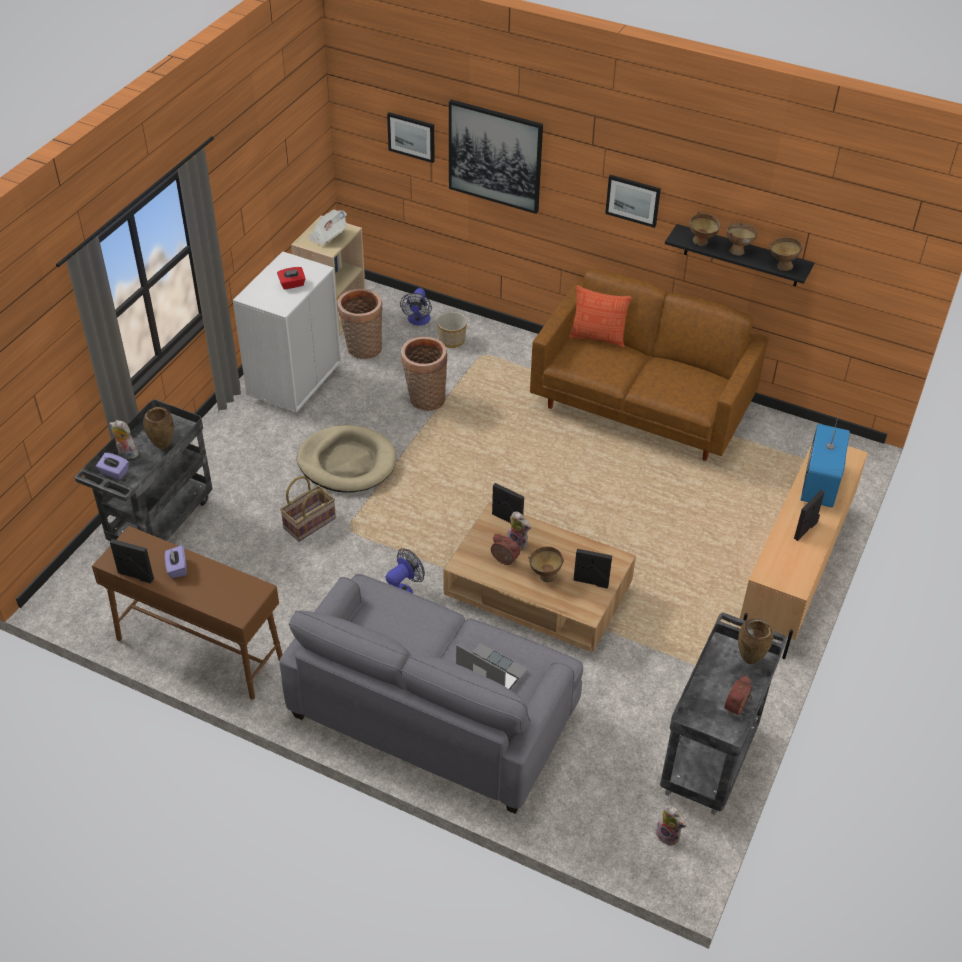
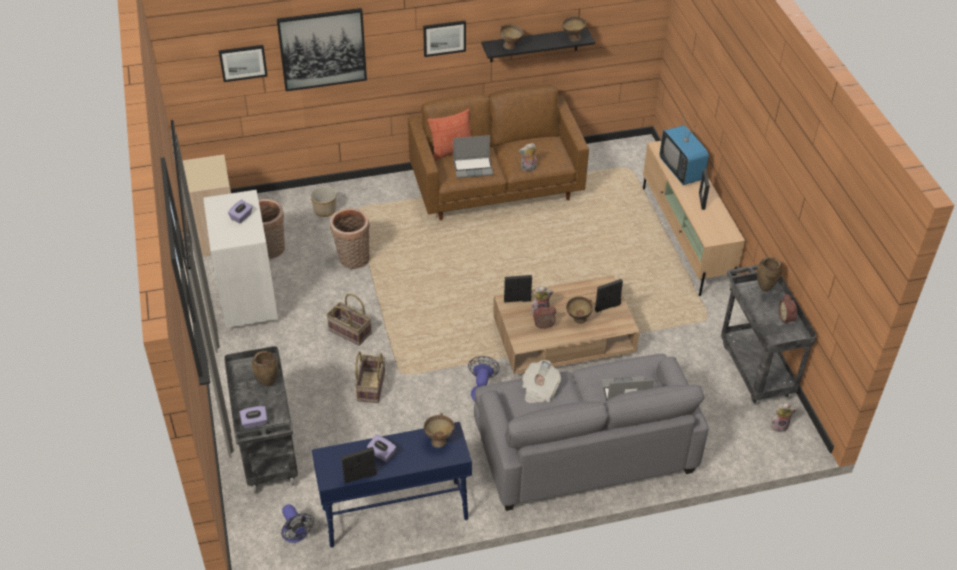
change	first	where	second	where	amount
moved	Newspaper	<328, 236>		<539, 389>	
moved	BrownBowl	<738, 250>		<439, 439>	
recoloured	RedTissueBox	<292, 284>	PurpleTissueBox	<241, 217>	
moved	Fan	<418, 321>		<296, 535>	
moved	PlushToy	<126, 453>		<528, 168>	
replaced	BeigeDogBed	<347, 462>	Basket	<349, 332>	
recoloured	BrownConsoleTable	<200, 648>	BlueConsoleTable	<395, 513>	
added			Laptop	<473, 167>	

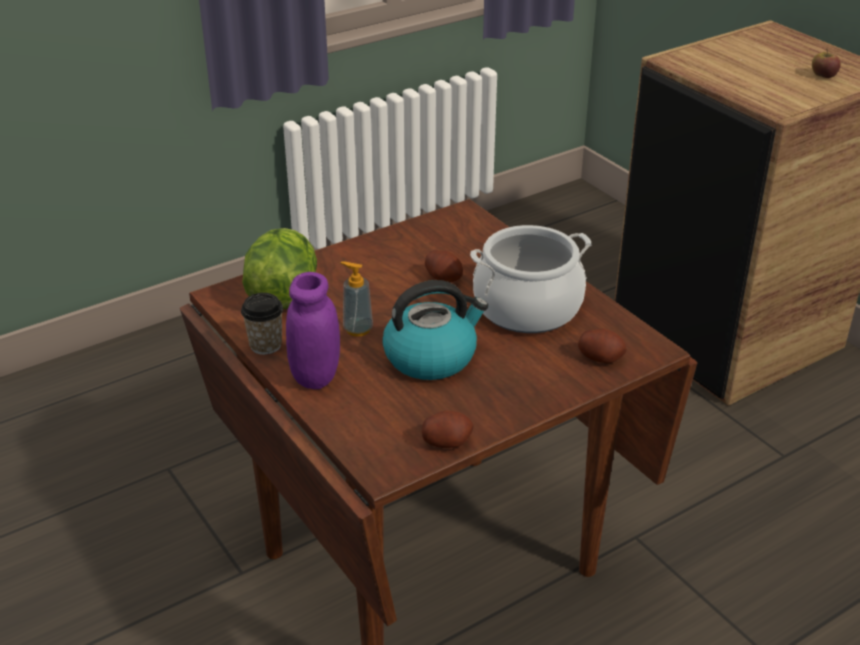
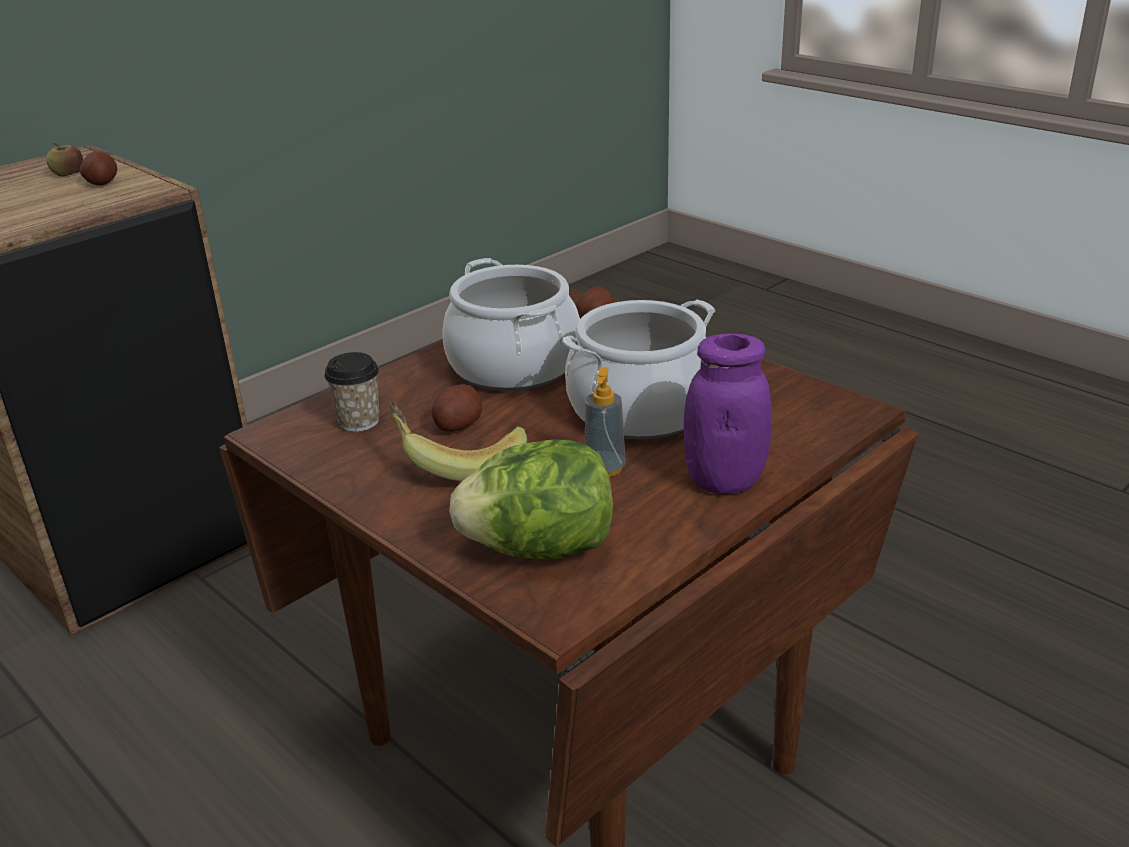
change	first	where	second	where	amount
replaced	Kettle	<431, 357>	CookingPot	<641, 410>	
moved	Cup	<265, 345>		<359, 421>	
moved	Potato	<447, 442>		<102, 183>	
added			Banana	<458, 461>	

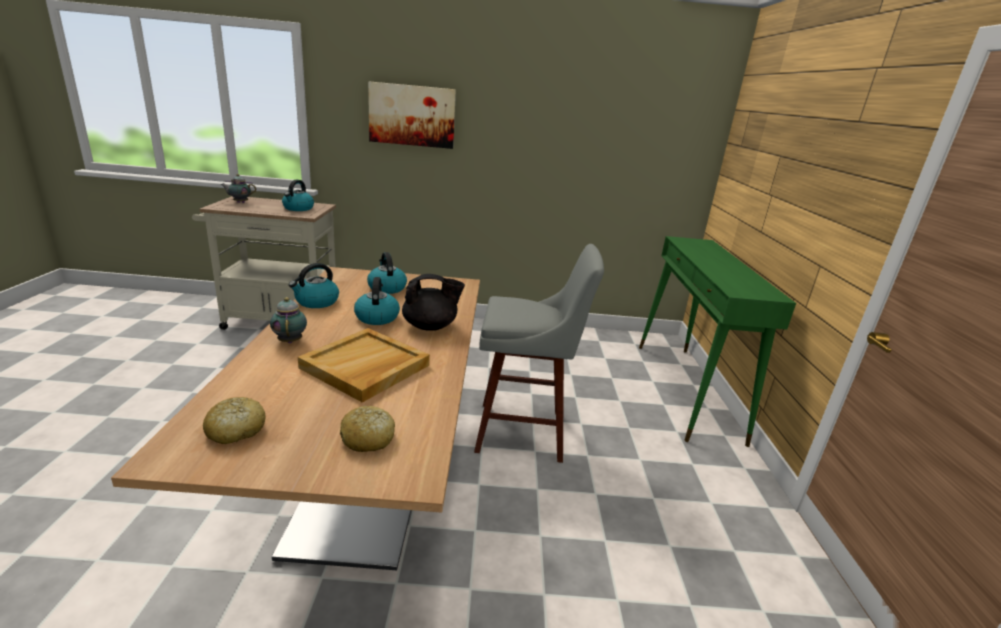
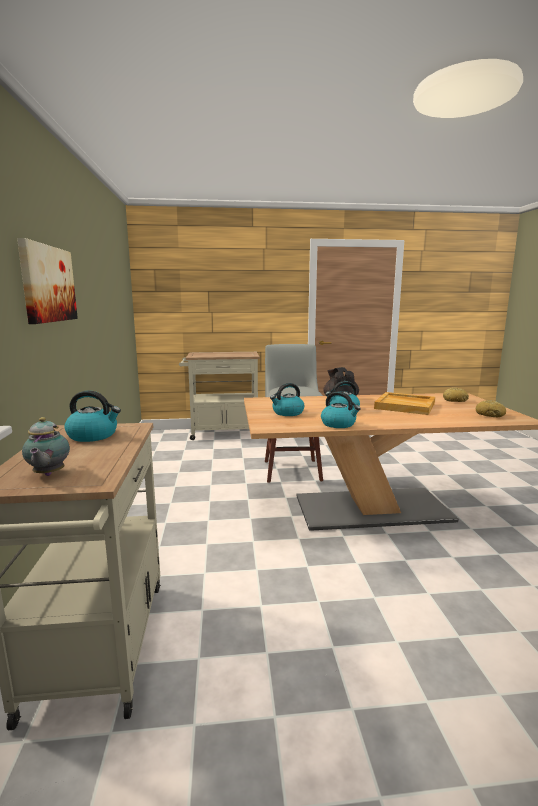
change	first	where	second	where	amount
replaced	GreenConsoleTable	<686, 390>	BeigeCart	<221, 433>	
removed	Teapot	<290, 340>			

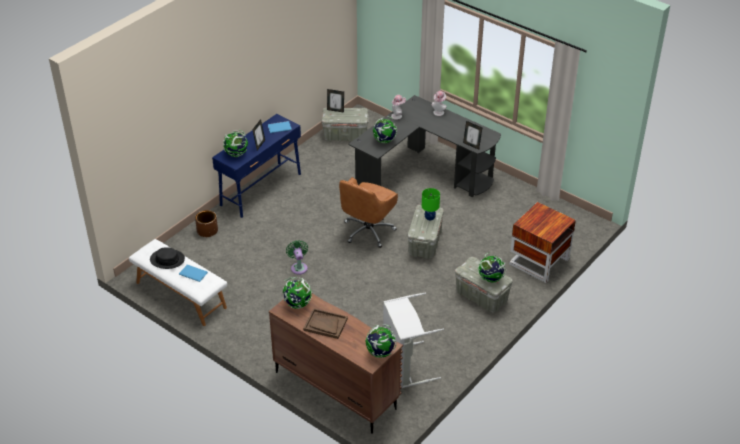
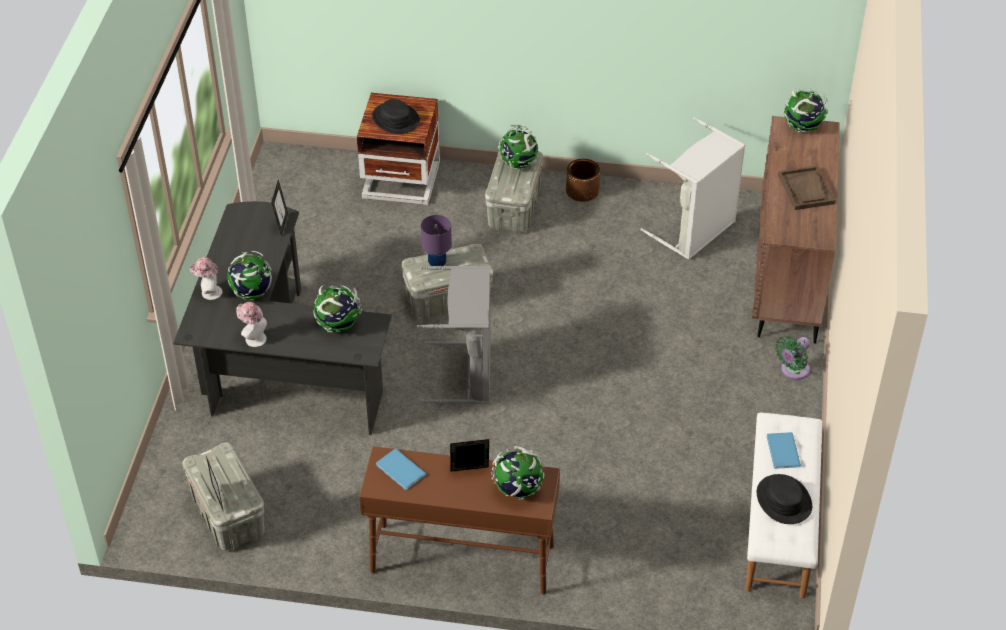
change	first	where	second	where	amount
recoloured	BlueConsoleTable	<261, 190>	BrownConsoleTable	<462, 558>	
replaced	BrownOfficeChair	<368, 231>	GreyLaundryBasket	<467, 373>	
recoloured	GreenTableLamp	<430, 217>	PurpleTableLamp	<436, 263>	
moved	BrownPlanter	<207, 230>		<582, 191>	
moved	GreenFan	<299, 267>		<793, 371>	
moved	Globe	<297, 304>		<251, 293>	
added			BlackHat	<395, 119>	

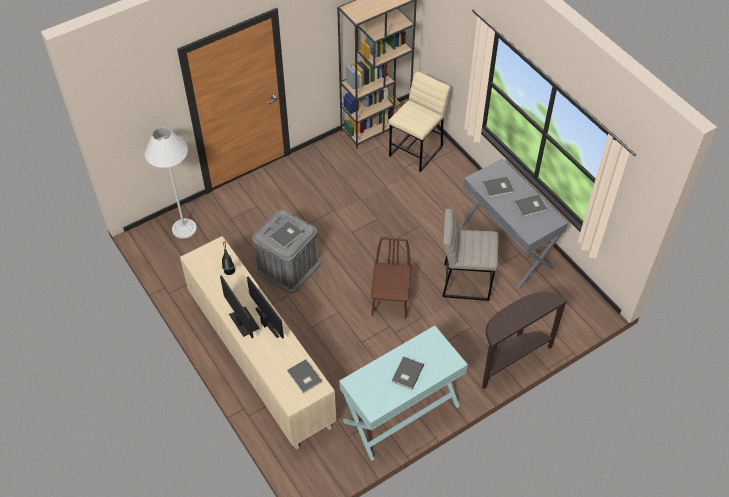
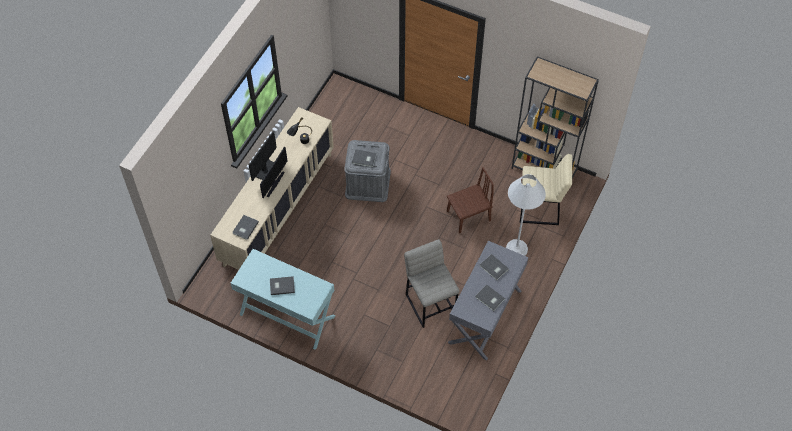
change	first	where	second	where	amount
moved	WhiteFloorLamp	<184, 228>		<516, 249>	
moved	BrownChair	<390, 299>		<468, 216>	
removed	BrownConsoleTable	<511, 359>			

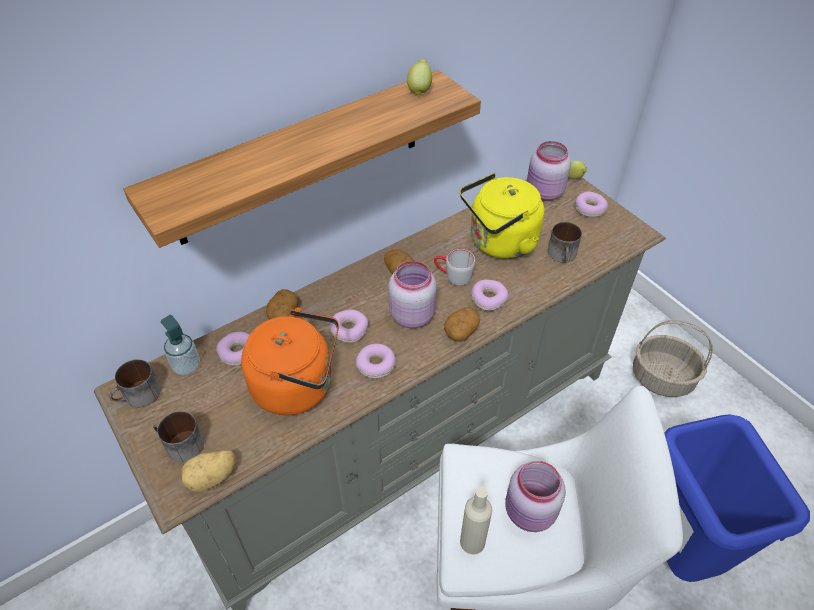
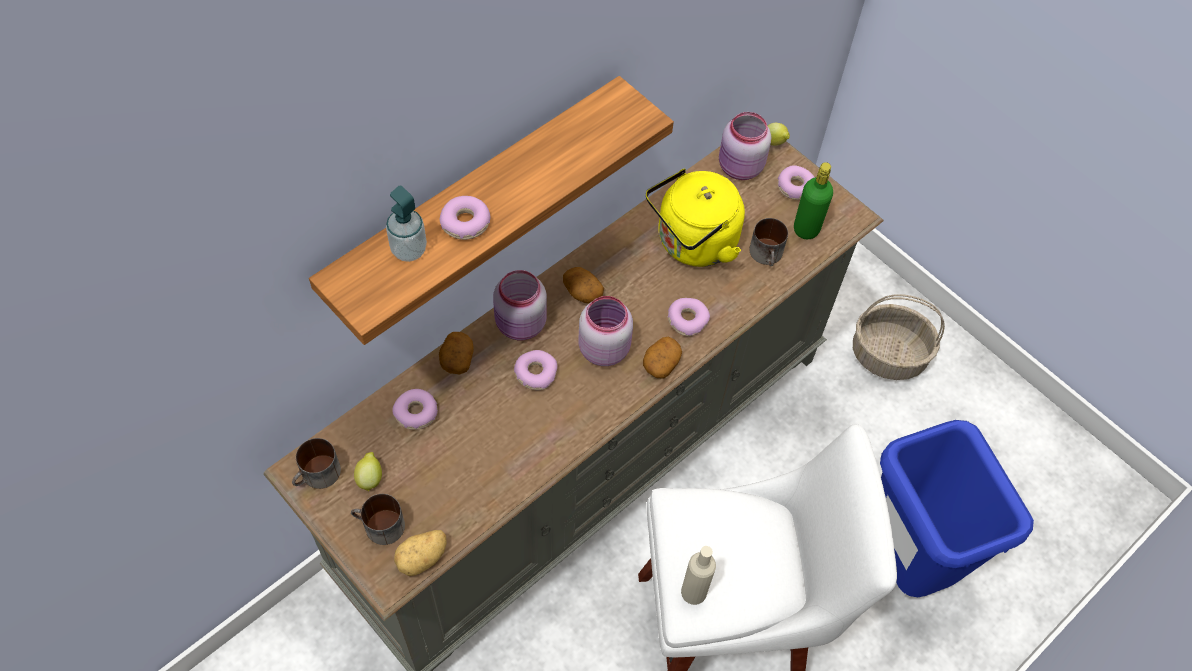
change	first	where	second	where	amount
moved	Lemon	<419, 89>		<370, 478>	
removed	GreyMug	<453, 276>			
removed	OrangeKettle	<298, 386>			
moved	SoapDispenser	<187, 366>		<409, 250>	
moved	Donut	<376, 365>		<465, 223>	
moved	PinkJar	<529, 513>		<520, 325>	
added			GreenBottle	<806, 229>	

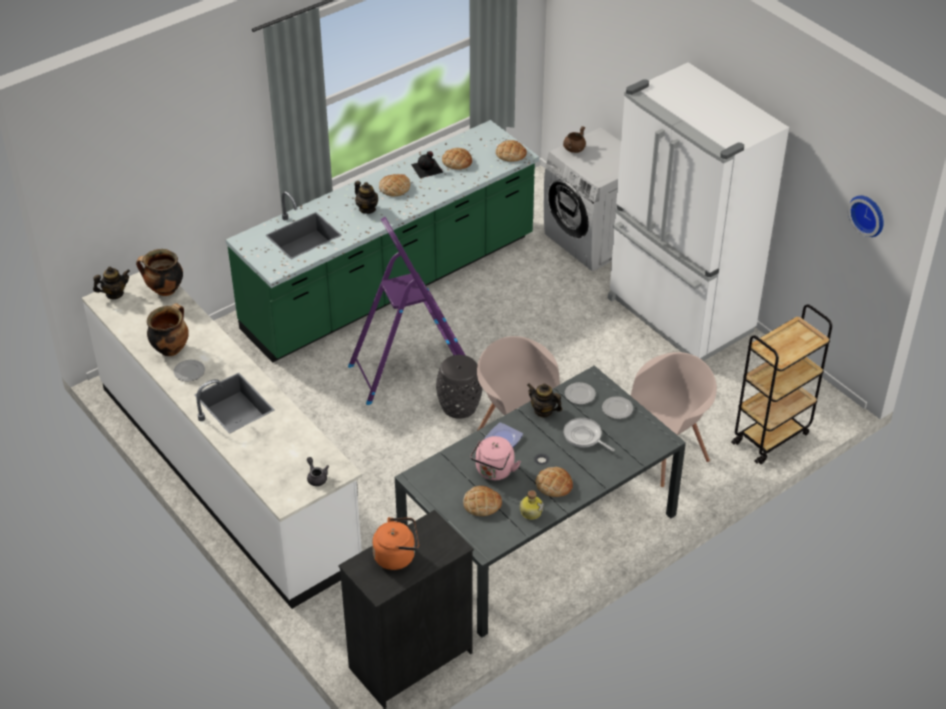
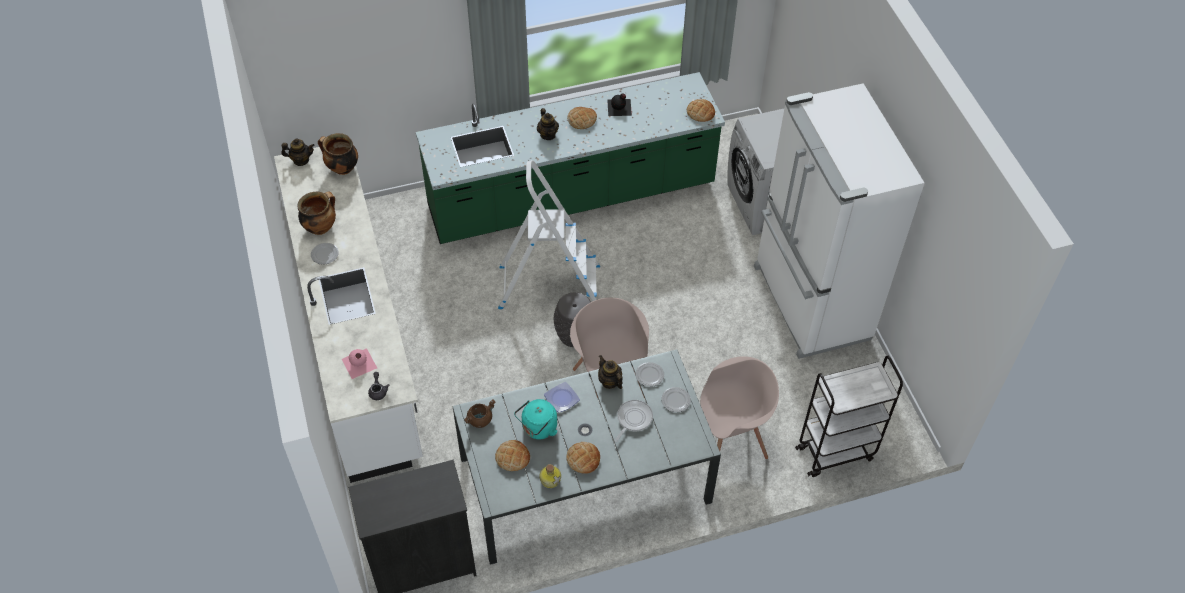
change	first	where	second	where	amount
moved	BrownCookingPot	<574, 149>		<480, 419>	
removed	Bread	<457, 161>			
removed	WallClock	<868, 214>			
recoloured	PurpleStepLadder	<411, 370>	WhiteStepLadder	<550, 287>	
recoloured	BrownCart	<771, 440>	WhiteCart	<835, 455>	
turned	FryingPan	<584, 436>		<633, 419>	60 degrees clockwise
recoloured	PinkKettle	<494, 471>	TurquoiseKettle	<538, 429>	
removed	OrangeKettle	<397, 556>			
added			PinkBottle	<359, 364>	

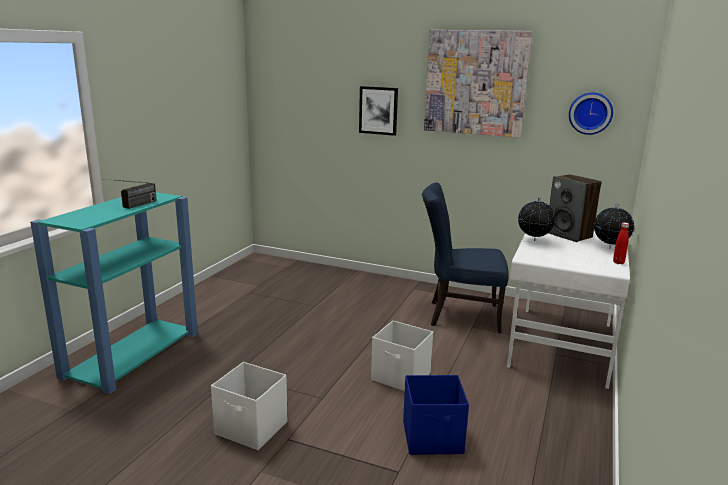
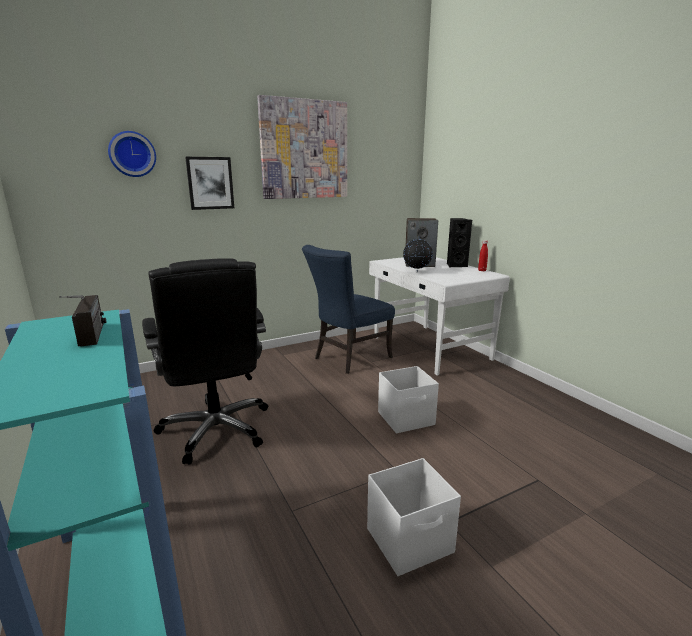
change	first	where	second	where	amount
moved	WallClock	<590, 113>		<132, 154>	
replaced	Globe	<610, 248>	BlackSpeaker	<456, 265>	
removed	BlueStorageBox	<433, 438>			
added			BlackOfficeChair	<216, 429>	

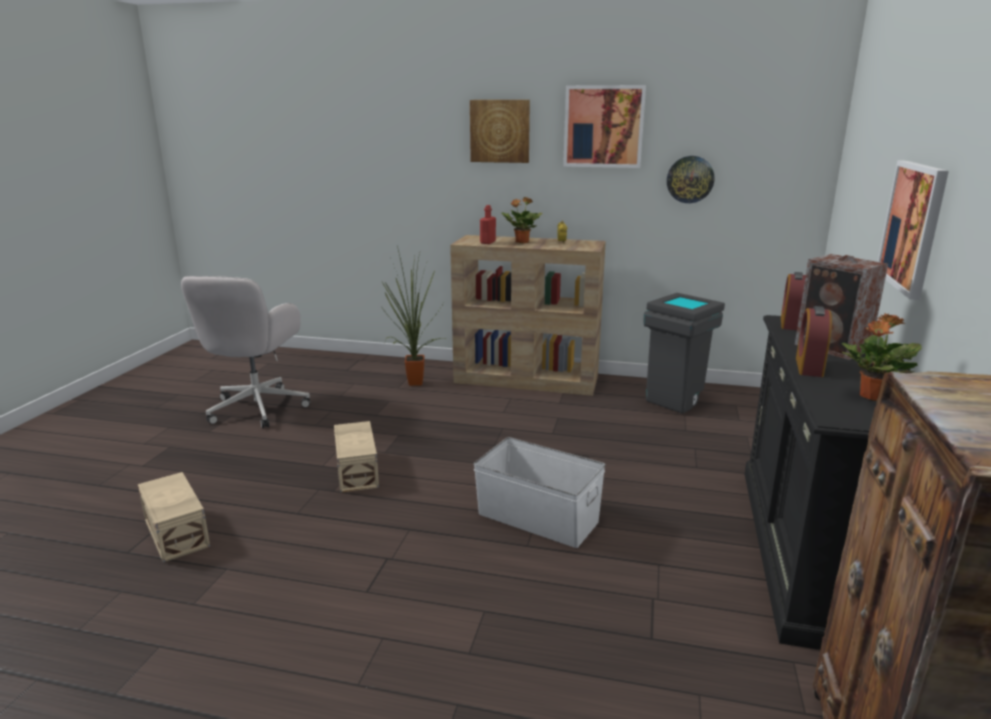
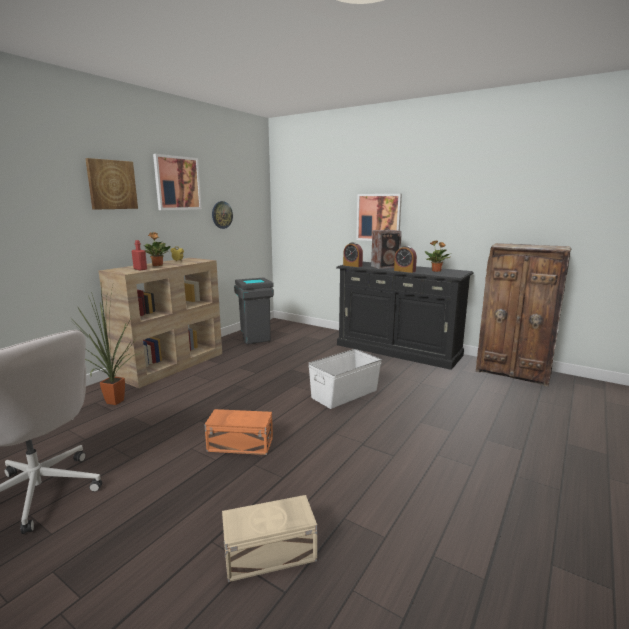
change	first	where	second	where	amount
recoloured	BeigeStorageBox	<358, 470>	OrangeStorageBox	<240, 444>	

